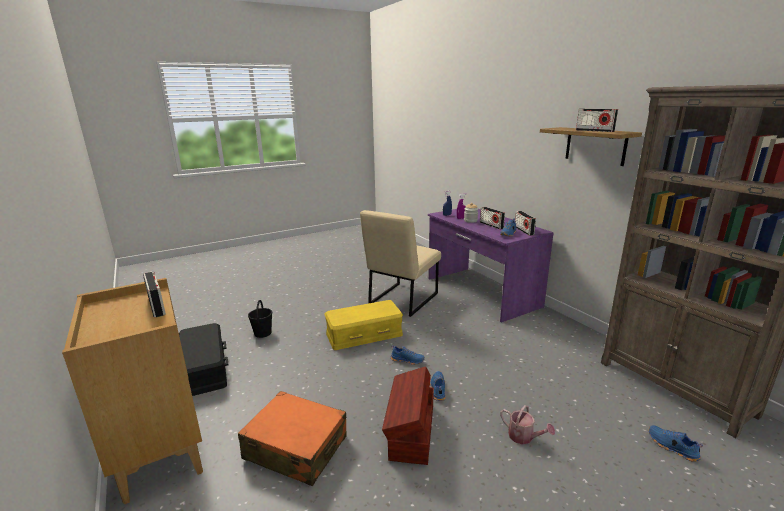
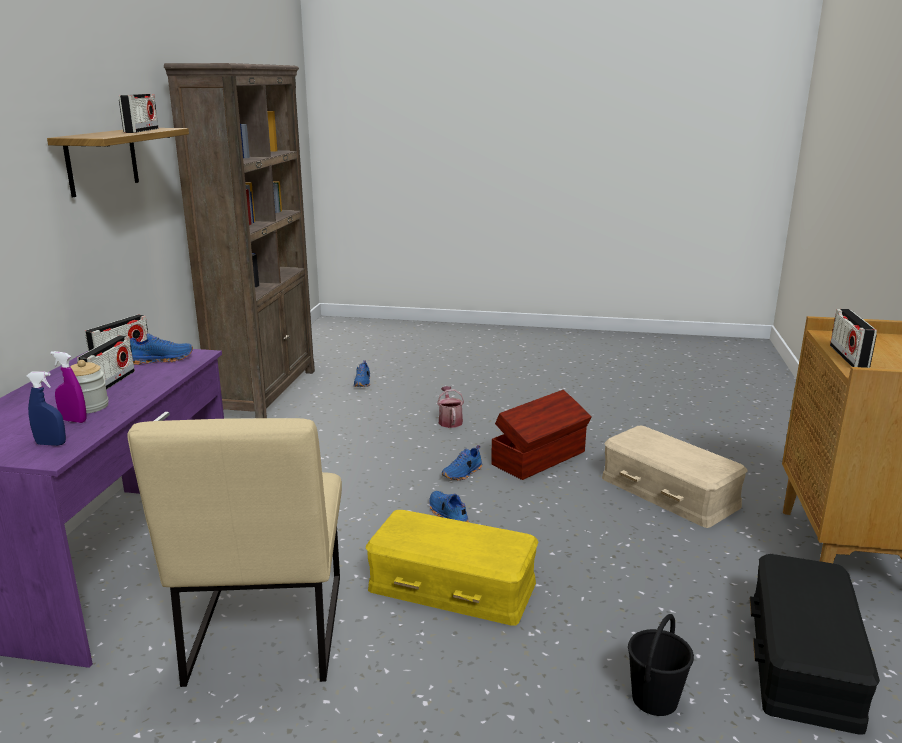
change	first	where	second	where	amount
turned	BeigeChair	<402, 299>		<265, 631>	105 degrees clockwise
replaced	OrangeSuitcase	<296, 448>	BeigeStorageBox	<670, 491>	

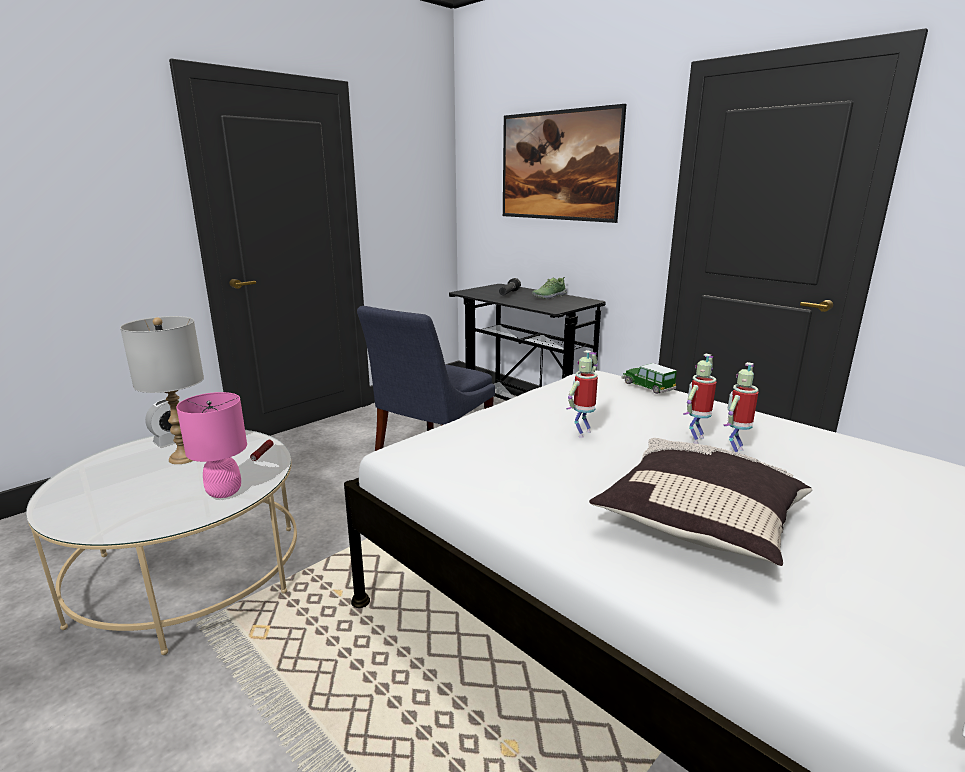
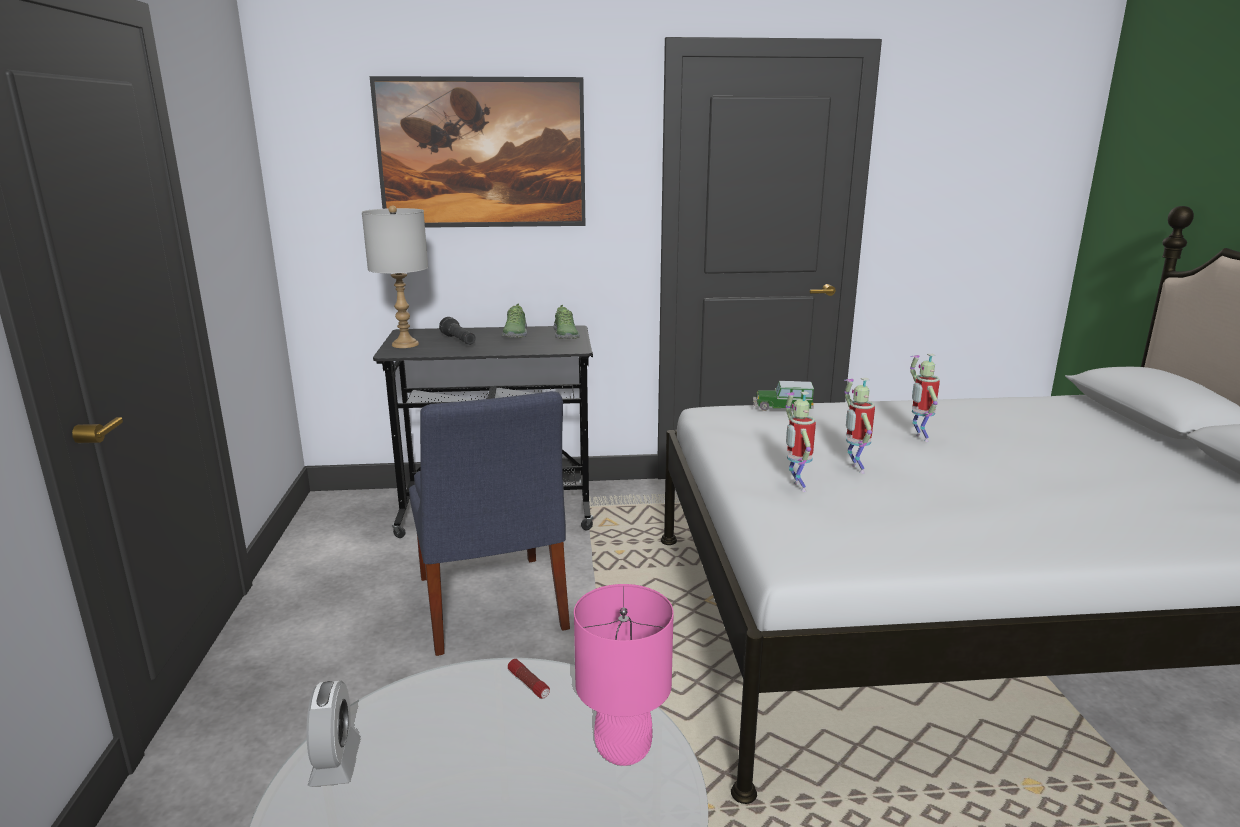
change	first	where	second	where	amount
moved	GreyTableLamp	<183, 457>		<405, 344>	
moved	ToyRobot	<734, 451>		<796, 487>	
removed	Pillow	<699, 520>			
added			Shoe	<565, 335>	

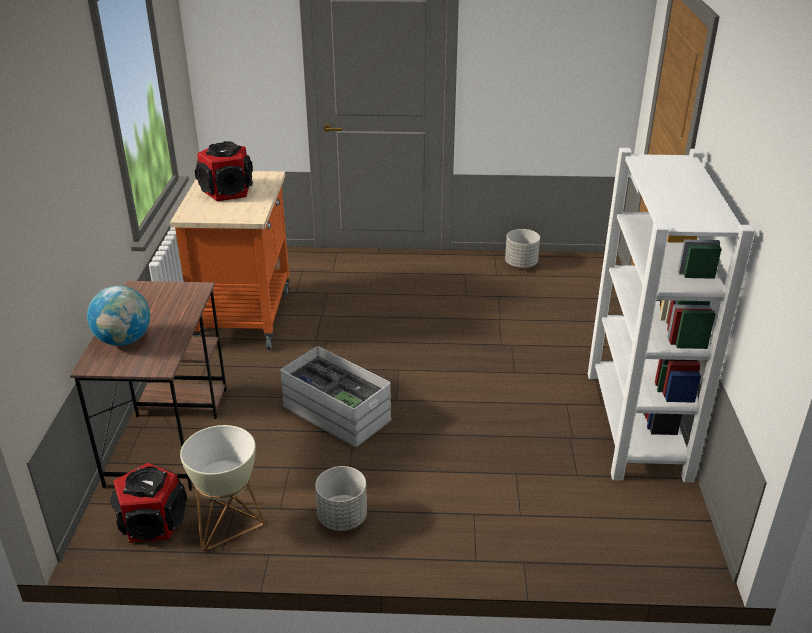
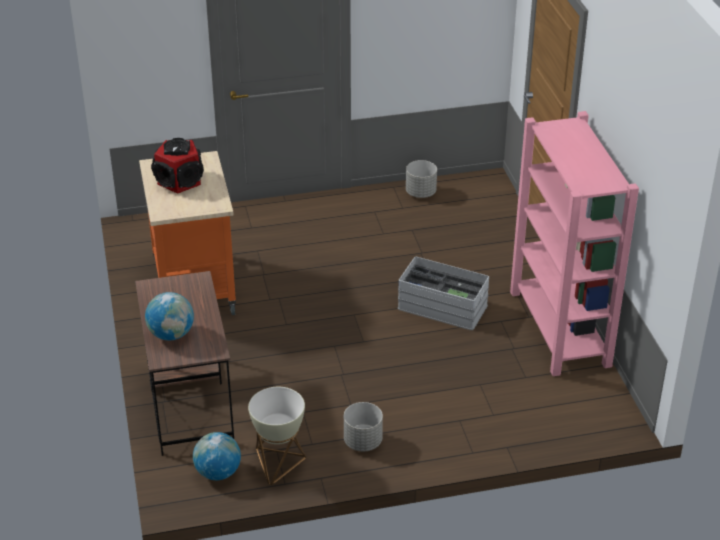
change	first	where	second	where	amount
recoloured	WhiteBookcase	<637, 424>	PinkBookcase	<559, 328>	
moved	GreyStorageBox	<335, 413>		<442, 307>	
replaced	Speaker	<152, 522>	Globe	<218, 472>	

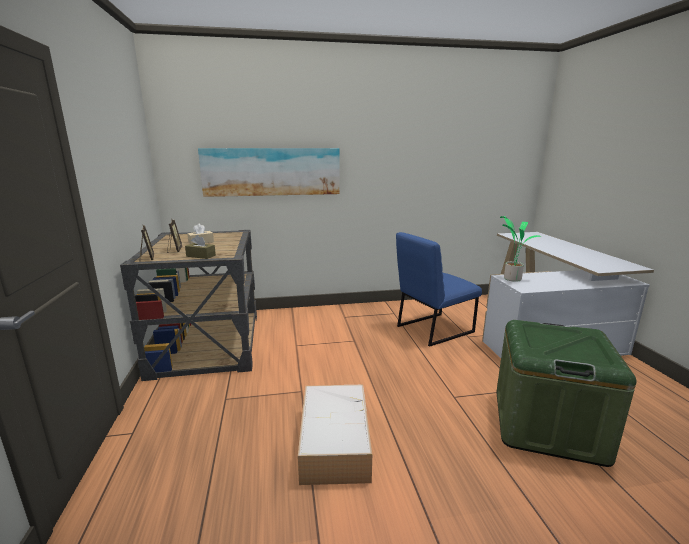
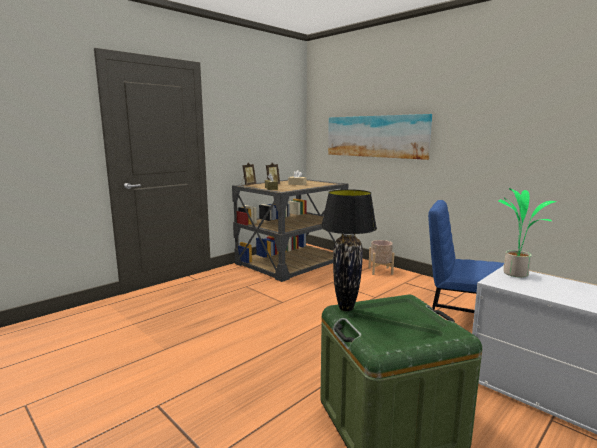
change	first	where	second	where	amount
removed	StorageBox	<334, 440>			
added			BlackTableLamp	<346, 308>	
added			BeigePlanter	<380, 271>	

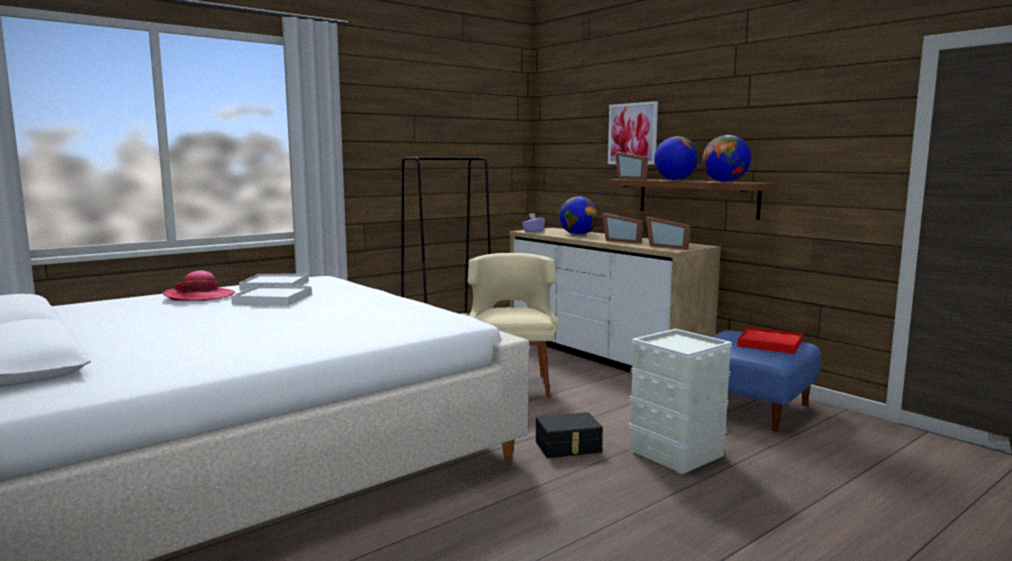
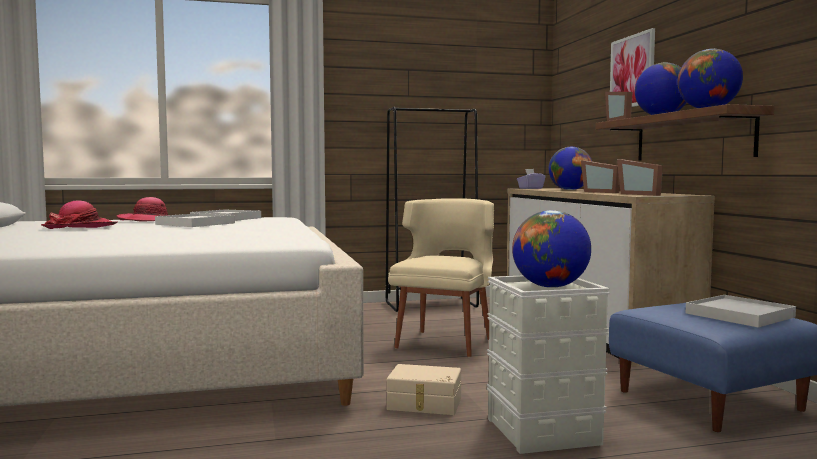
change	first	where	second	where	amount
recoloured	RedTray	<769, 344>	WhiteTray	<739, 315>	
recoloured	BlackStorageBox	<568, 447>	BeigeStorageBox	<424, 404>	
added			Hat	<80, 227>	
added			Globe	<550, 286>	

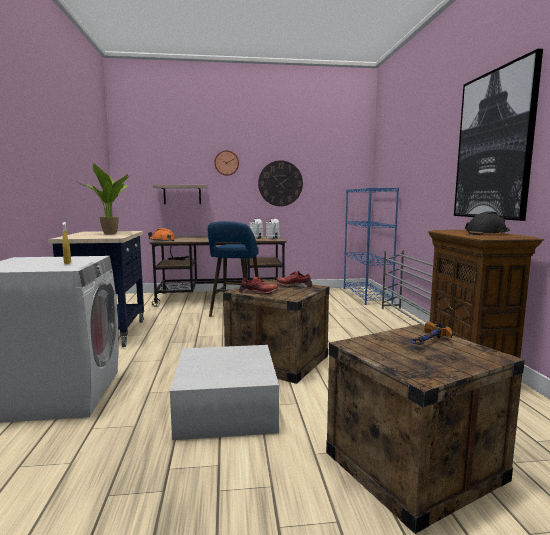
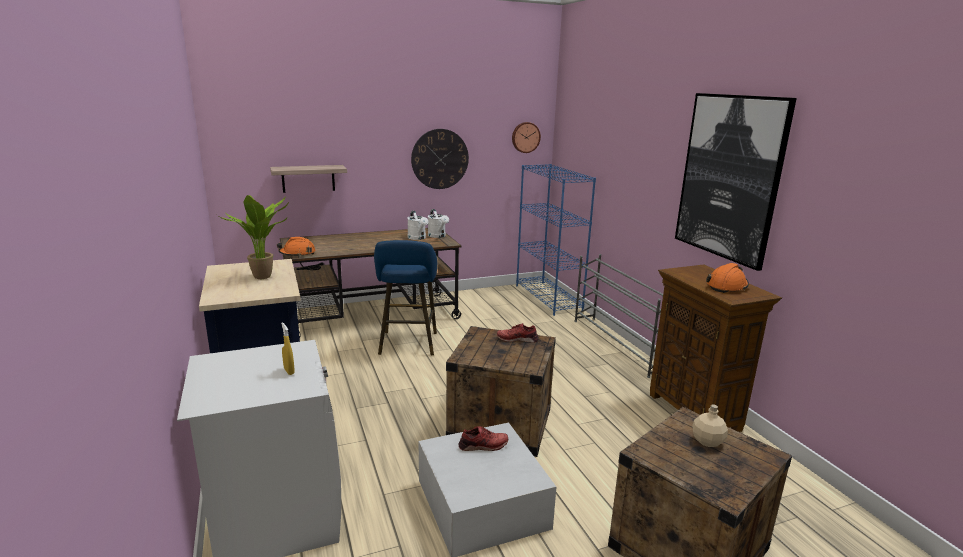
change	first	where	second	where	amount
moved	WallClock	<226, 163>		<525, 137>	
recoloured	BlackHardHat	<487, 234>	OrangeHardHat	<727, 286>	
moved	RedShoe	<258, 292>		<483, 445>	
replaced	Hammer	<429, 343>	BeigeBottle	<708, 441>	

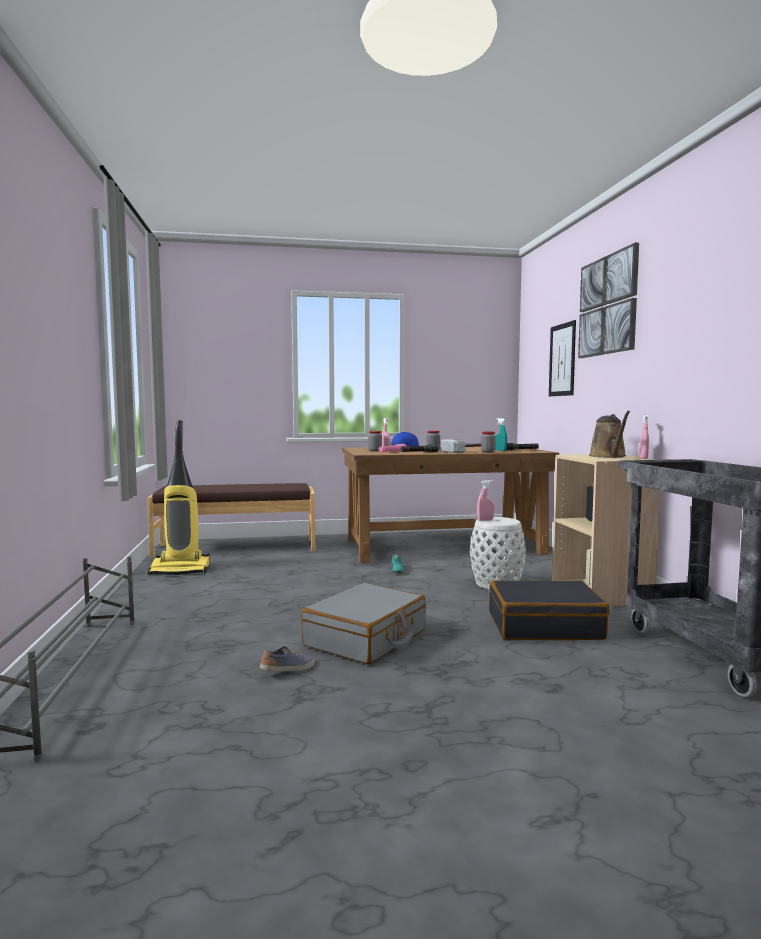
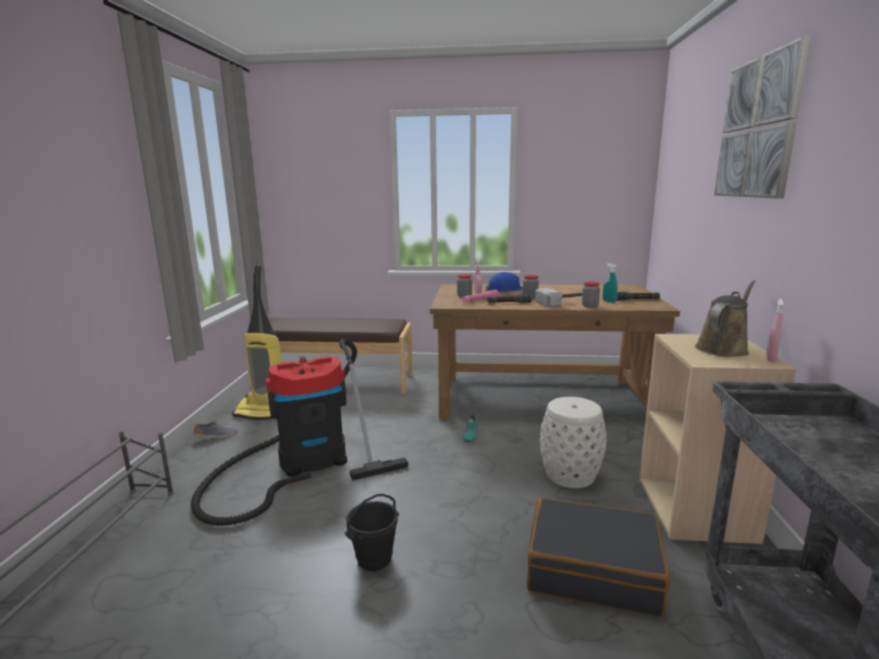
change	first	where	second	where	amount
removed	Picture	<562, 360>			
turned	BrownWateringCan	<609, 456>		<723, 348>	150 degrees counterclockwise
removed	PinkSprayBottle	<485, 520>			
replaced	GreySuitcase	<366, 638>	BlackBucket	<374, 559>	
moved	Shoe	<288, 670>		<216, 437>	
added			VacuumCleaner	<305, 462>	

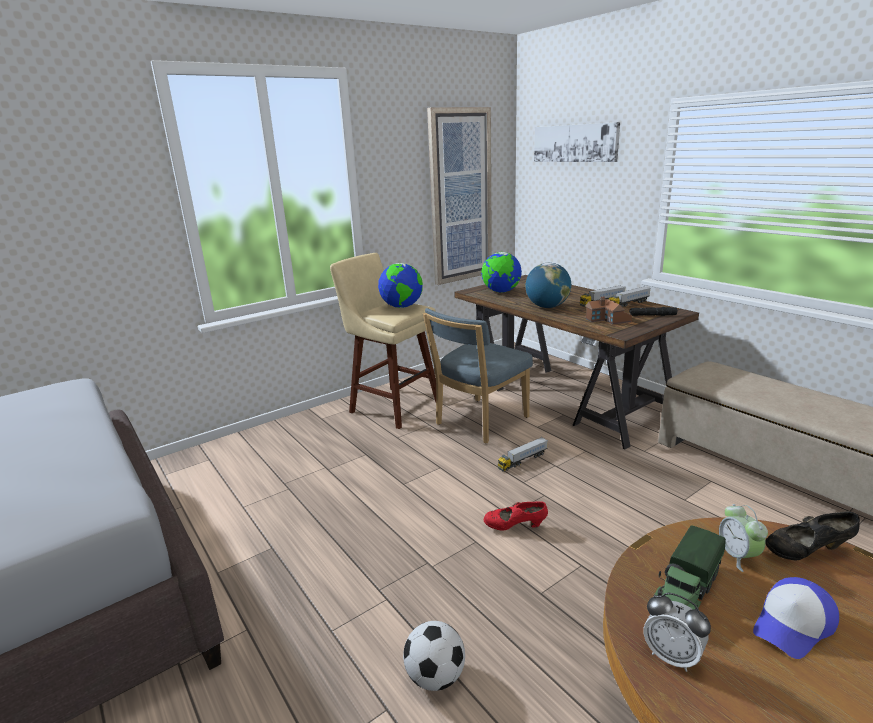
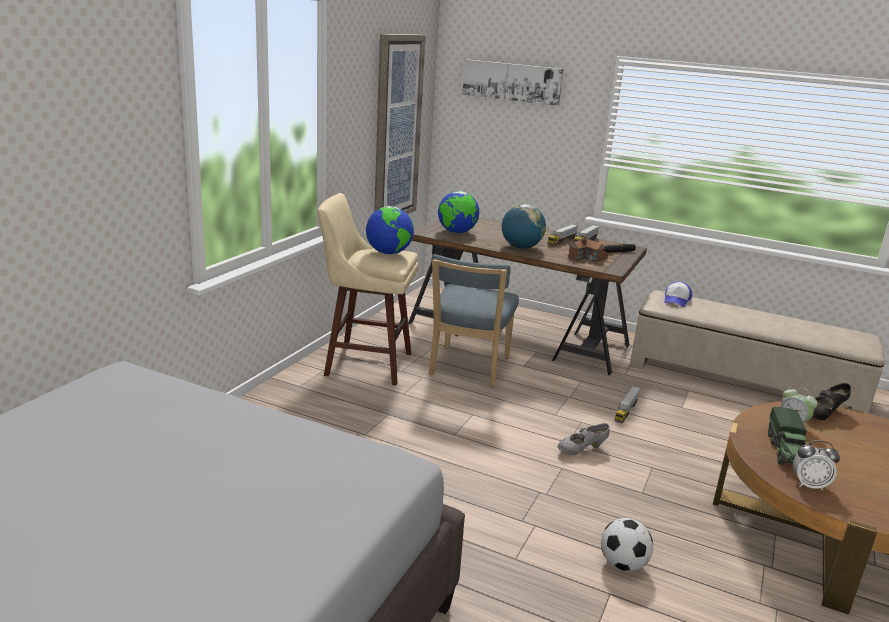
change	first	where	second	where	amount
moved	ToyTruck	<522, 460>		<626, 411>	
recoloured	RedShoe	<515, 527>	GreyShoe	<581, 450>	
moved	Cap	<793, 625>		<676, 300>	

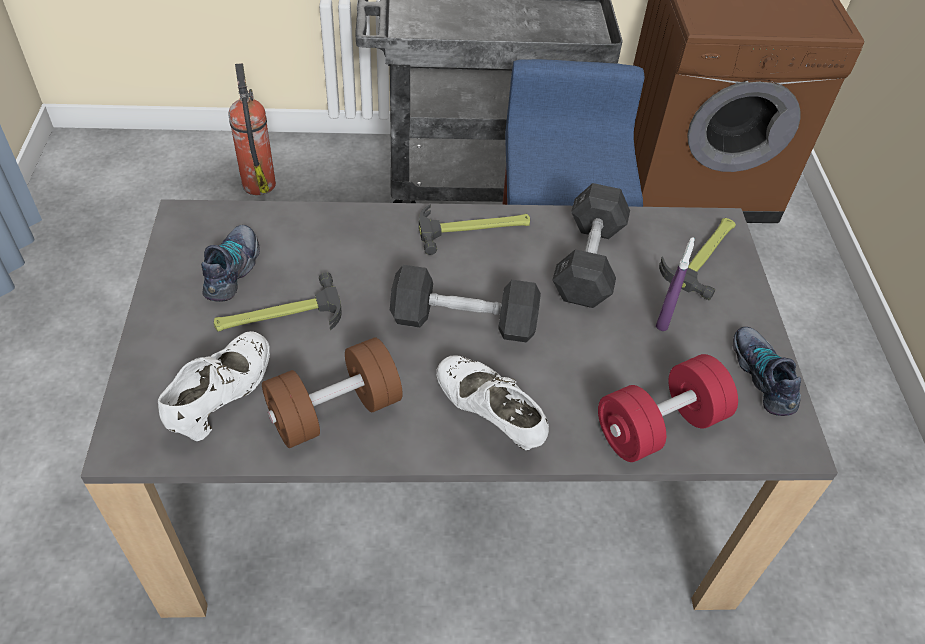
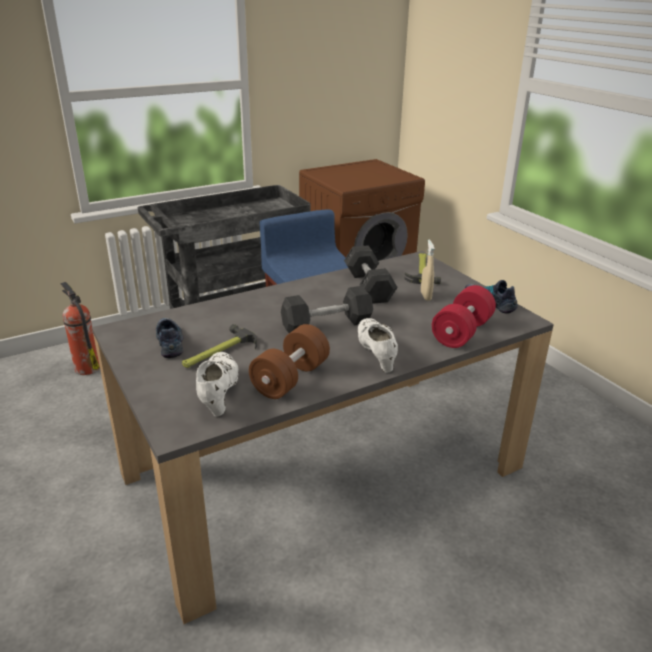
change	first	where	second	where	amount
removed	Hammer	<475, 229>			
recoloured	PurpleSprayBottle	<664, 319>	BeigeSprayBottle	<425, 296>	
turned	WhiteShoe	<489, 417>		<376, 355>	60 degrees clockwise

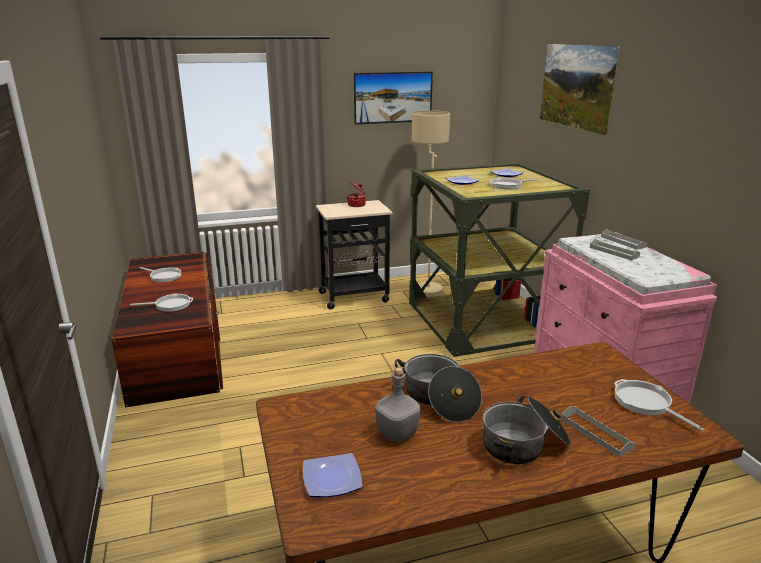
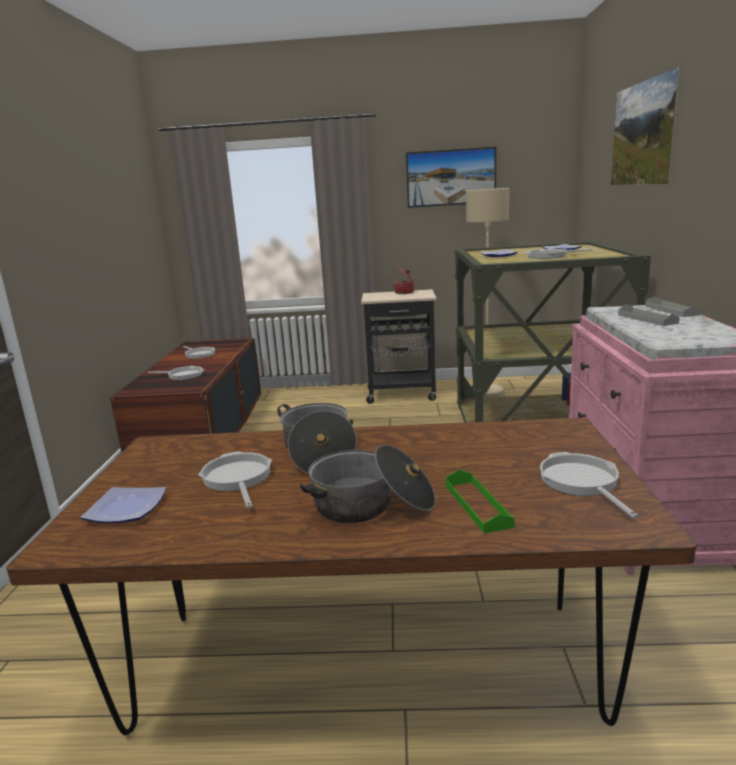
change	first	where	second	where	amount
replaced	GreyBottle	<396, 434>	FryingPan	<237, 479>	
recoloured	GreyTray	<596, 433>	GreenTray	<477, 505>	

